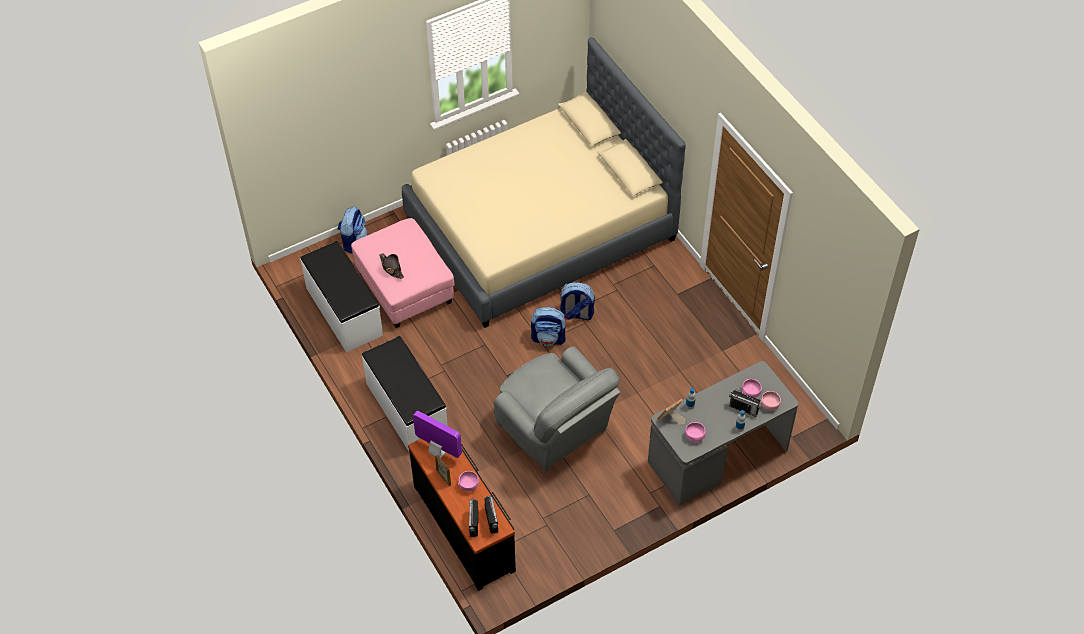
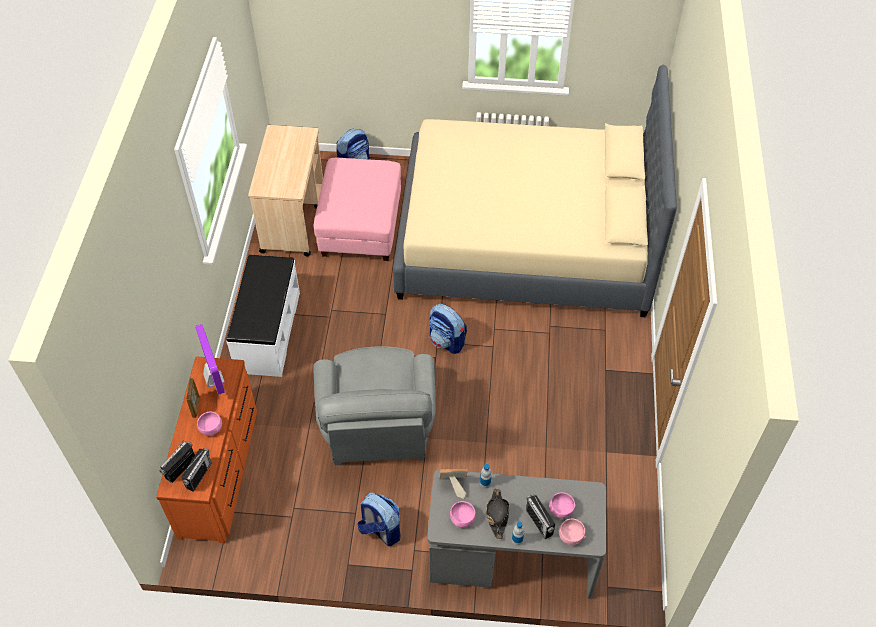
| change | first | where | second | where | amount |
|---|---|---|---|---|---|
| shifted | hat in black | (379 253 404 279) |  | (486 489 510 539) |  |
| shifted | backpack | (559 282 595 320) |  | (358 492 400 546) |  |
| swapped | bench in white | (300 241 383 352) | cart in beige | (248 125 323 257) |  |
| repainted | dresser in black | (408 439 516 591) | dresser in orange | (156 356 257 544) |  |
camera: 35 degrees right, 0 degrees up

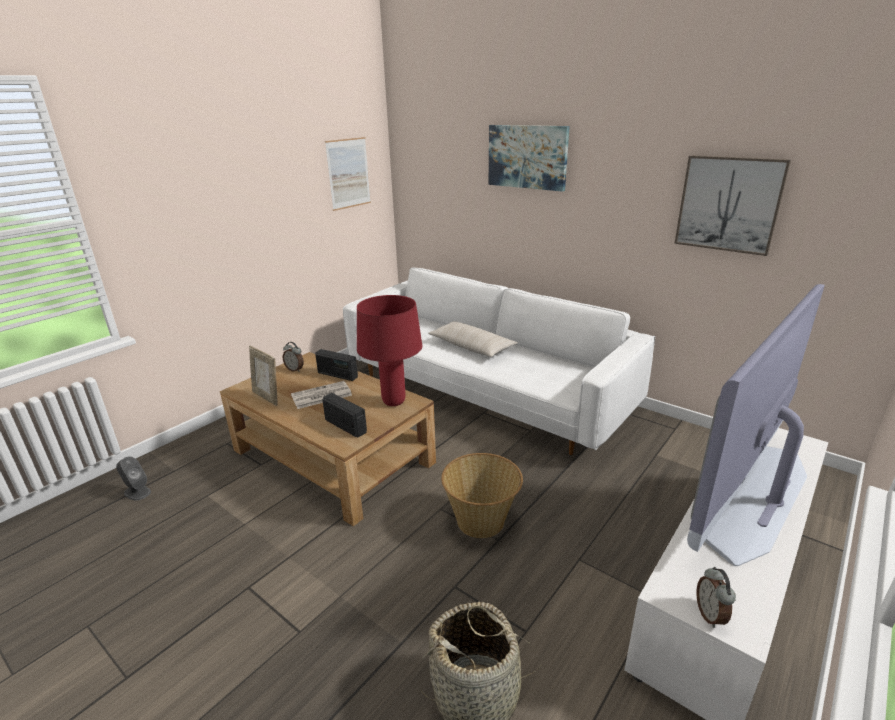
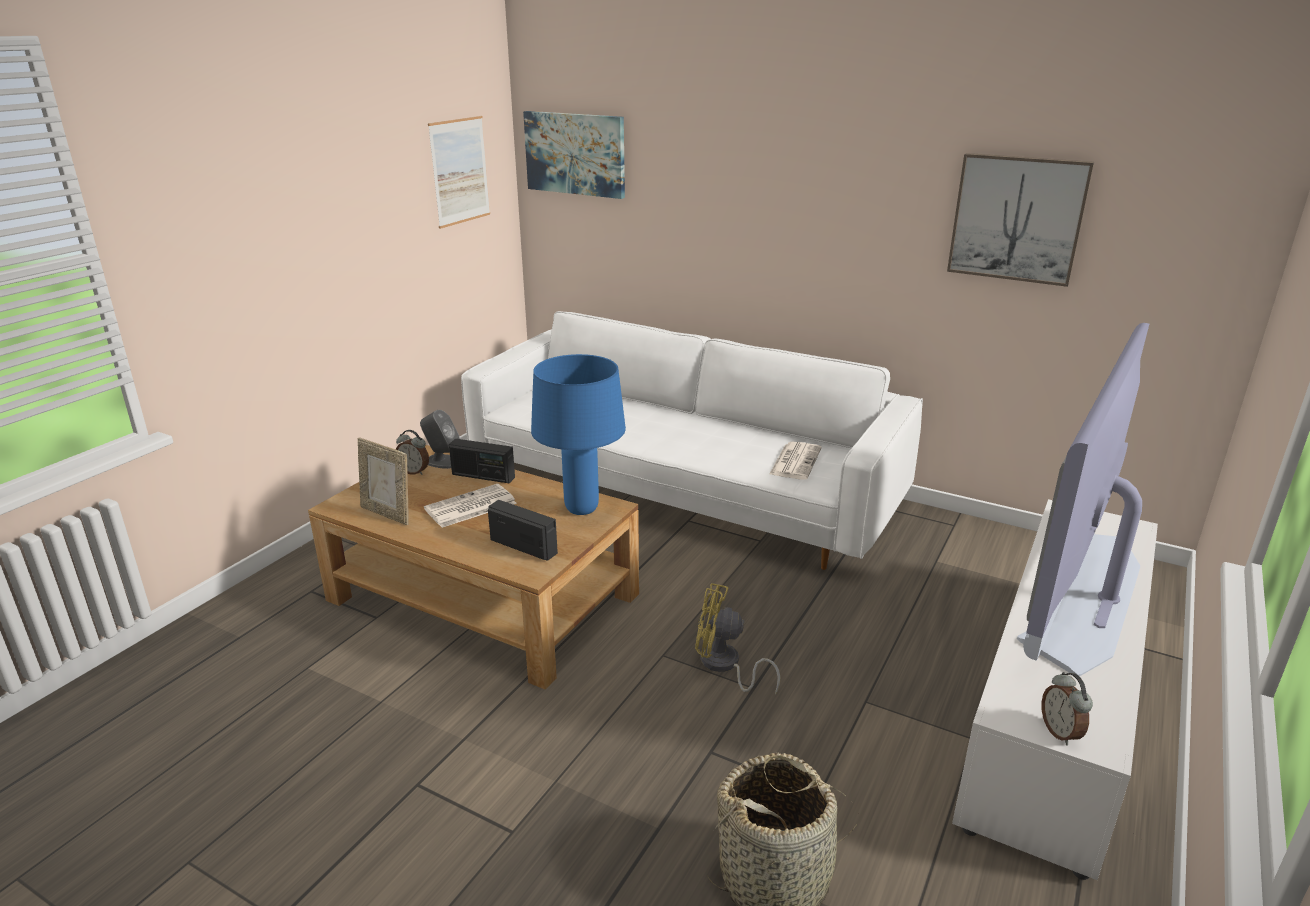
| change | first | where | second | where | amount |
|---|---|---|---|---|---|
| gone | pillow in beige | (428 321 518 357) |  |  |  |
| new |  |  | newspaper | (770 442 822 480) |  |
| shifted | speaker in grey | (116 456 151 501) |  | (420 410 460 469) |  |
| shifted | picture | (489 125 570 192) |  | (523 111 625 199) |  |
| swapped | basket | (441 453 523 538) | fan in yellow | (695 583 780 695) |  |
| repainted | table lamp in red | (357 295 422 406) | table lamp in blue | (531 354 626 515) |  |
camera: 10 degrees left, 0 degrees up

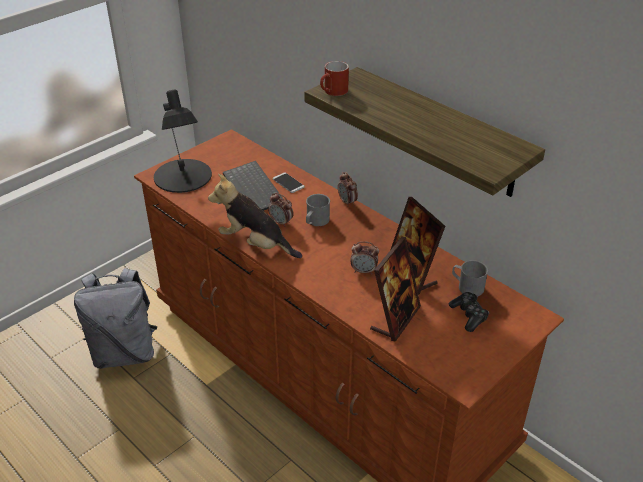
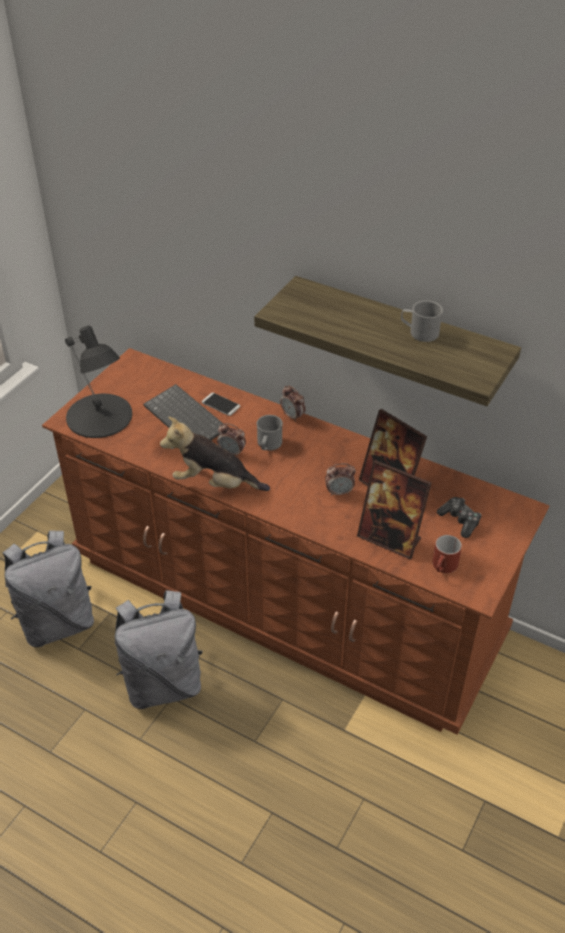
| change | first | where | second | where | amount |
|---|---|---|---|---|---|
| new |  |  | backpack in grey | (115 590 203 709) |  |
| shifted | mug in red | (320 61 349 96) |  | (432 535 462 573) |  |
| shifted | mug in grey | (452 260 488 296) |  | (401 300 443 342) |  |
| rotated | picture frame | (370 237 421 342) |  | (357 460 431 560) | 105 degrees clockwise |
camera: 15 degrees left, 5 degrees up

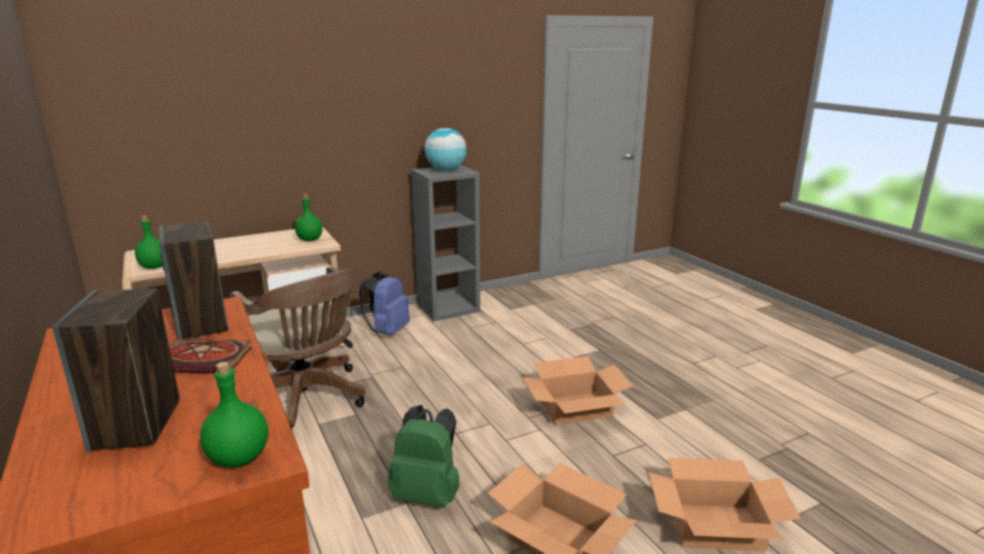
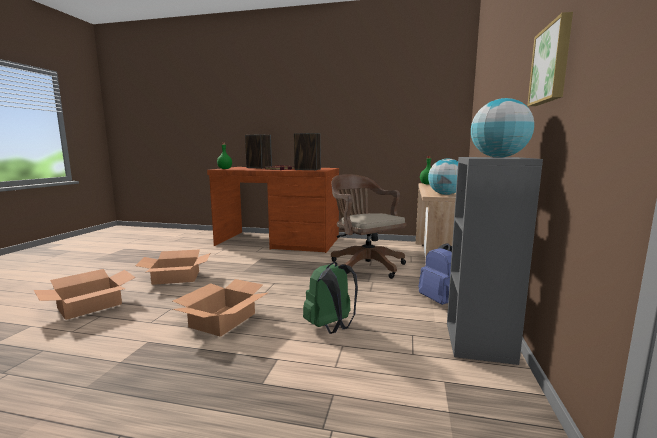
| change | first | where | second | where | amount |
|---|---|---|---|---|---|
| new |  |  | picture | (527 12 573 106) |  |
| shifted | backpack in green | (387 405 459 508) |  | (303 262 358 334) |  |
| swapped | bottle in green | (295 194 322 241) | globe | (428 158 458 195) |  |
| rotated | office chair in brown | (230 266 366 429) |  | (331 174 407 279) | 60 degrees clockwise |
camera: 130 degrees right, 10 degrees down

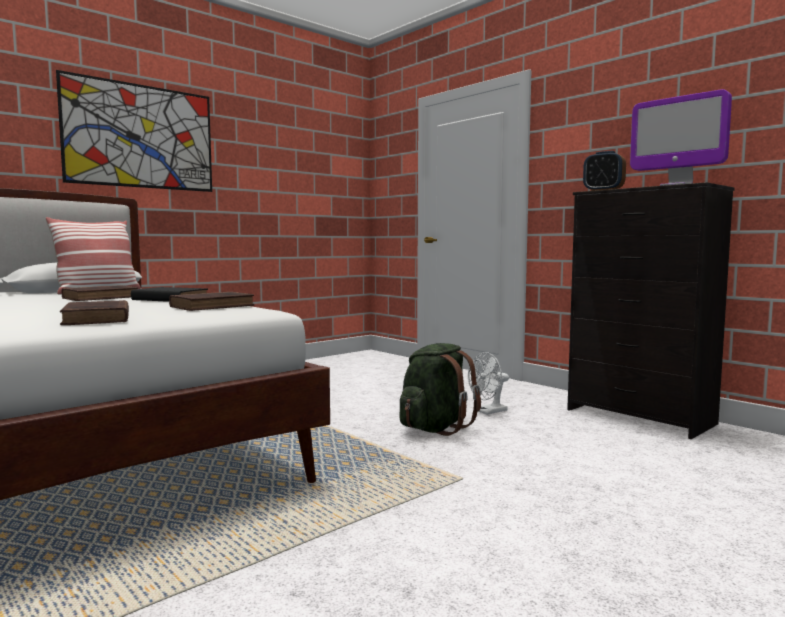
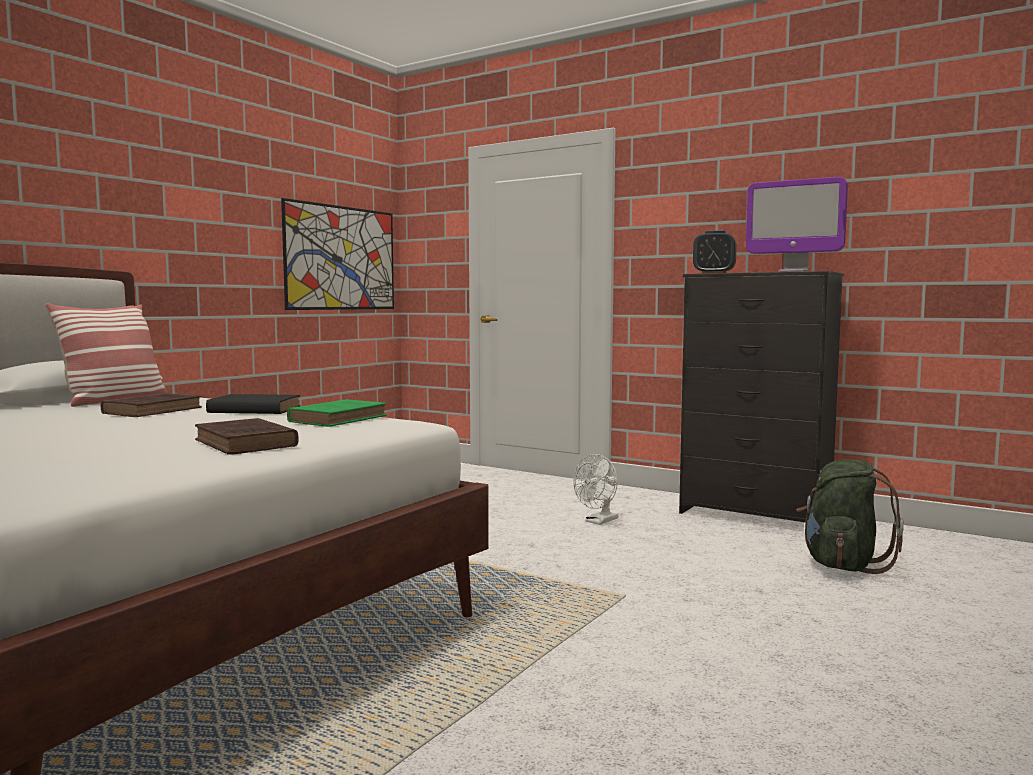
| change | first | where | second | where | amount |
|---|---|---|---|---|---|
| shifted | picture | (56 70 212 192) |  | (281 198 394 310) |  |
| shifted | backpack in green | (399 343 481 436) |  | (796 459 904 574) |  |
| repainted | book in brown | (169 292 254 311) | book in green | (287 399 387 427) |  |
camera: 15 degrees left, 0 degrees up

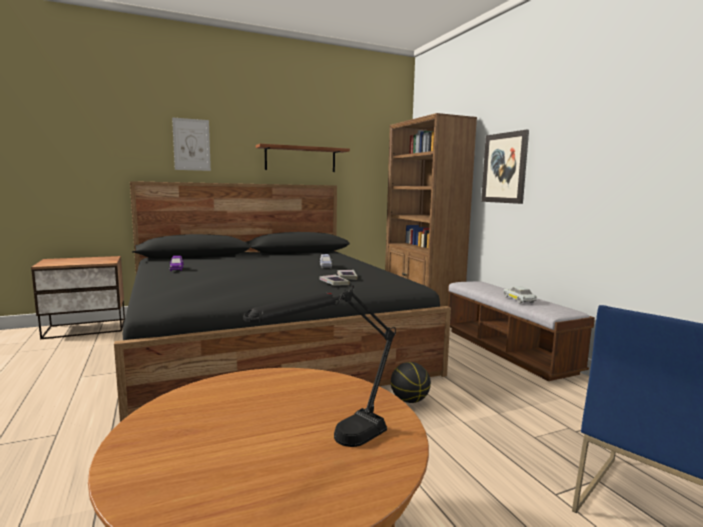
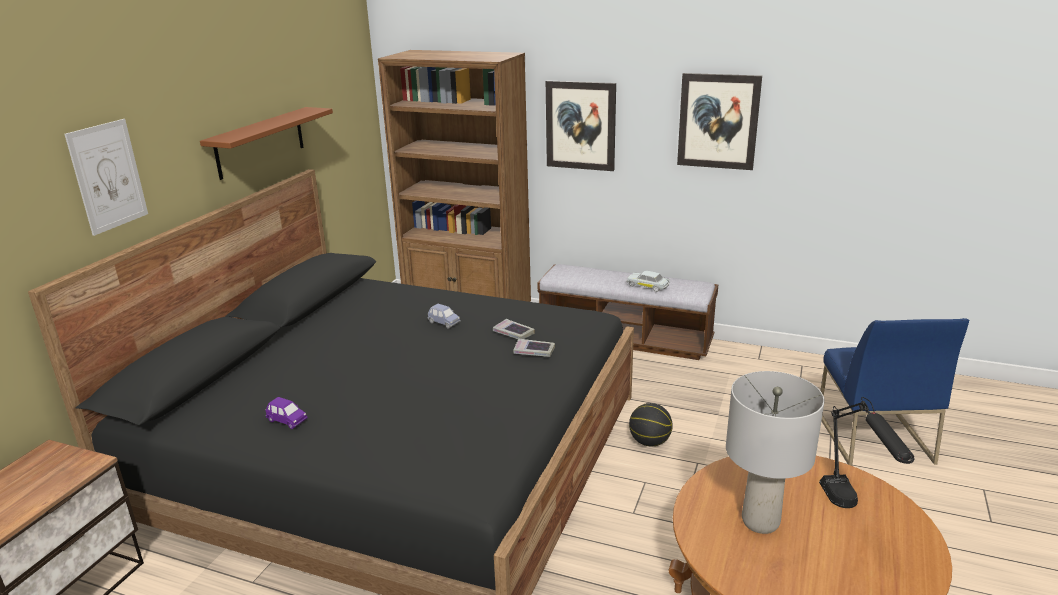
| change | first | where | second | where | amount |
|---|---|---|---|---|---|
| new |  |  | picture | (677 73 762 170) |  |
| new |  |  | table lamp in grey | (726 371 825 534) |  |
camera: 45 degrees left, 15 degrees up

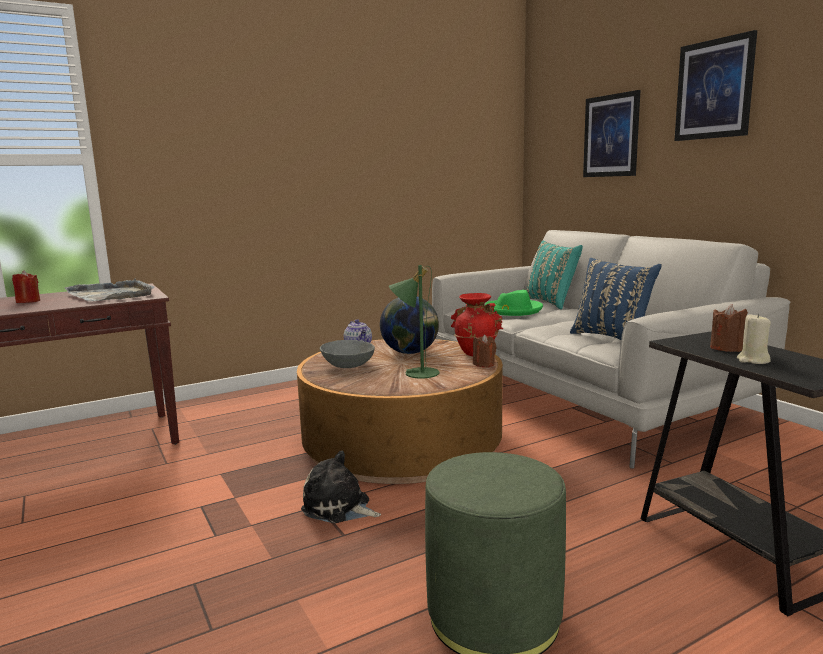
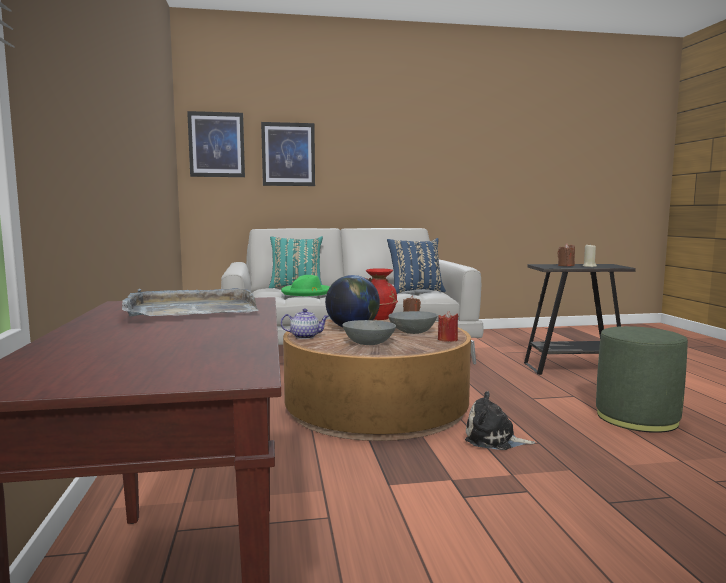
| change | first | where | second | where | amount |
|---|---|---|---|---|---|
| shifted | candle in red | (12 270 40 303) |  | (438 311 458 342) |  |
| shifted | picture | (674 30 757 141) |  | (187 111 245 177) |  |
| swapped | table lamp in green | (389 265 440 379) | bowl in grey | (389 311 438 334) |  |
| rotated | plush toy | (301 451 381 523) |  | (465 391 535 450) | 60 degrees clockwise |
camera: 70 degrees left, 5 degrees down

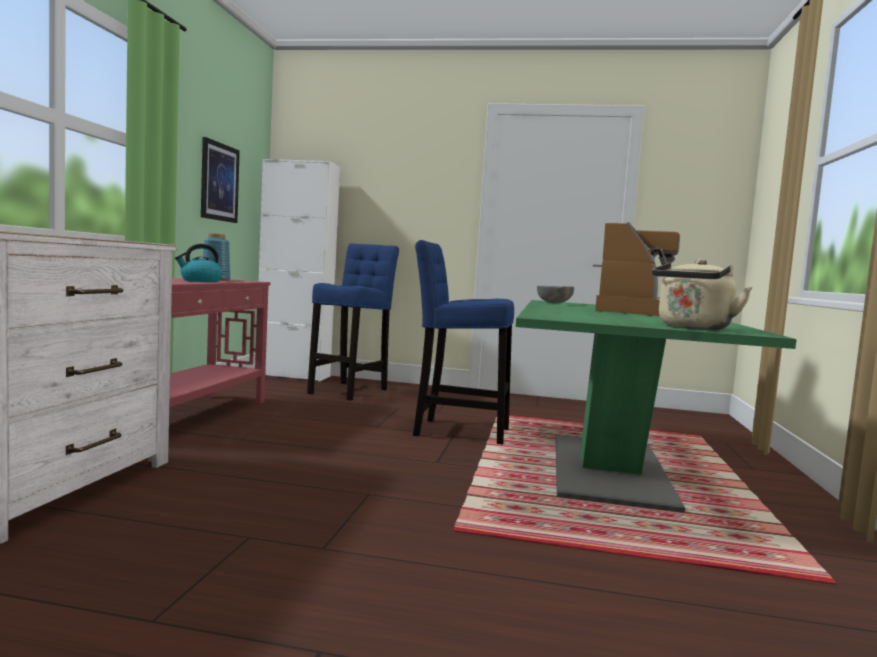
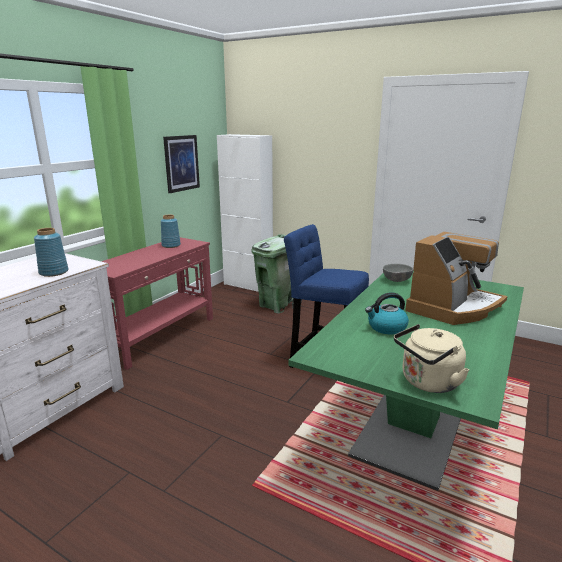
| change | first | where | second | where | amount |
|---|---|---|---|---|---|
| new |  |  | vase in blue | (34 228 69 277) |  |
| shifted | kettle | (175 244 223 282) |  | (365 292 409 335) |  |
| swapped | stool in blue | (307 244 399 401) | trash can in green | (252 234 302 314) |  |
camera: 20 degrees right, 15 degrees up

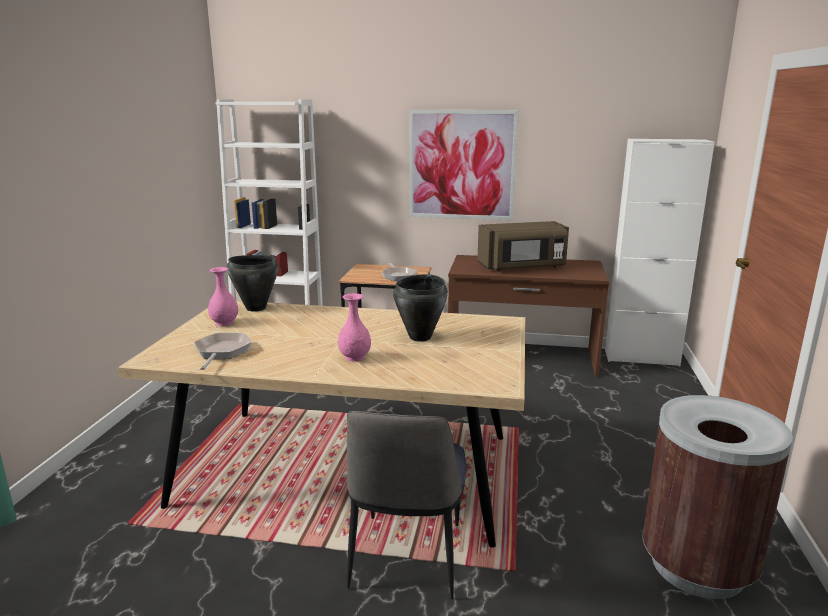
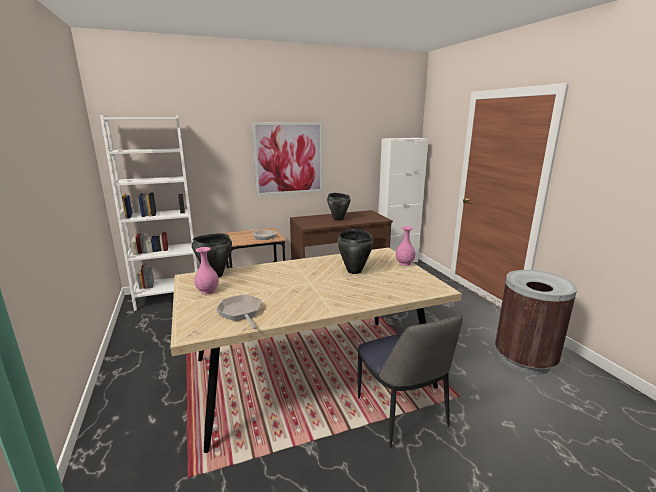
| change | first | where | second | where | amount |
|---|---|---|---|---|---|
| shifted | vase in pink | (338 293 371 362) |  | (396 226 415 266) |  |
| swapped | microwave in brown | (477 221 569 271) | cooking pot in black | (327 193 351 221) |  |
camera: 30 degrees left, 0 degrees up

